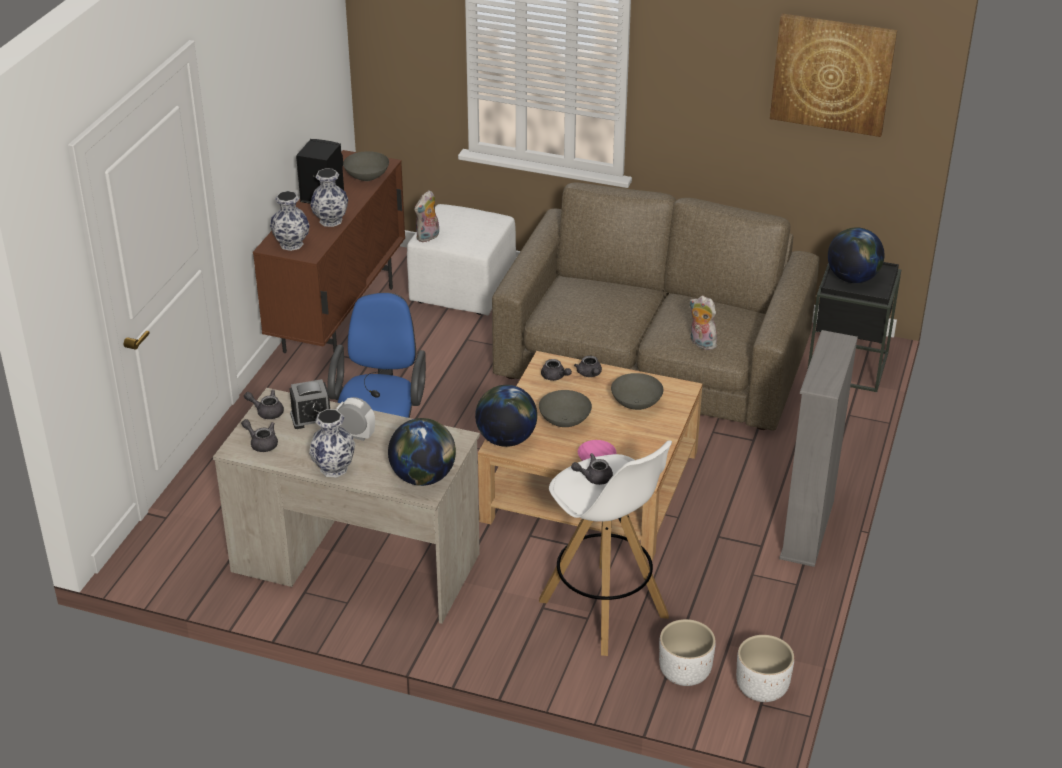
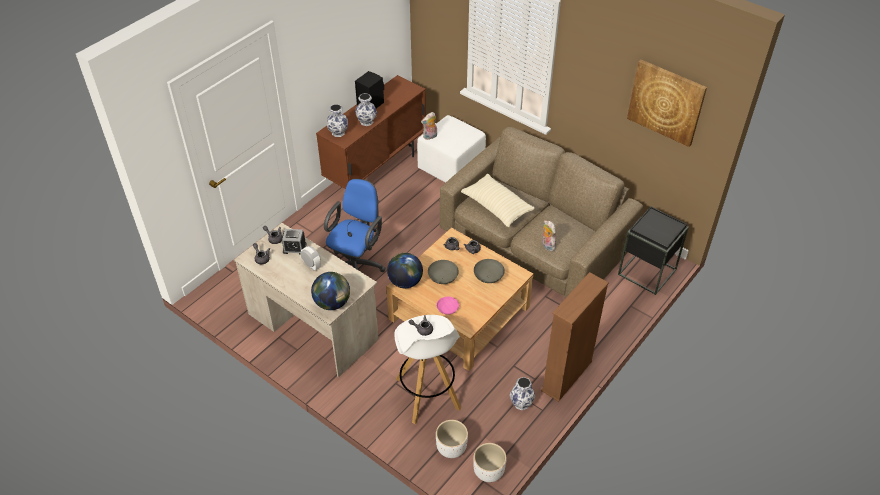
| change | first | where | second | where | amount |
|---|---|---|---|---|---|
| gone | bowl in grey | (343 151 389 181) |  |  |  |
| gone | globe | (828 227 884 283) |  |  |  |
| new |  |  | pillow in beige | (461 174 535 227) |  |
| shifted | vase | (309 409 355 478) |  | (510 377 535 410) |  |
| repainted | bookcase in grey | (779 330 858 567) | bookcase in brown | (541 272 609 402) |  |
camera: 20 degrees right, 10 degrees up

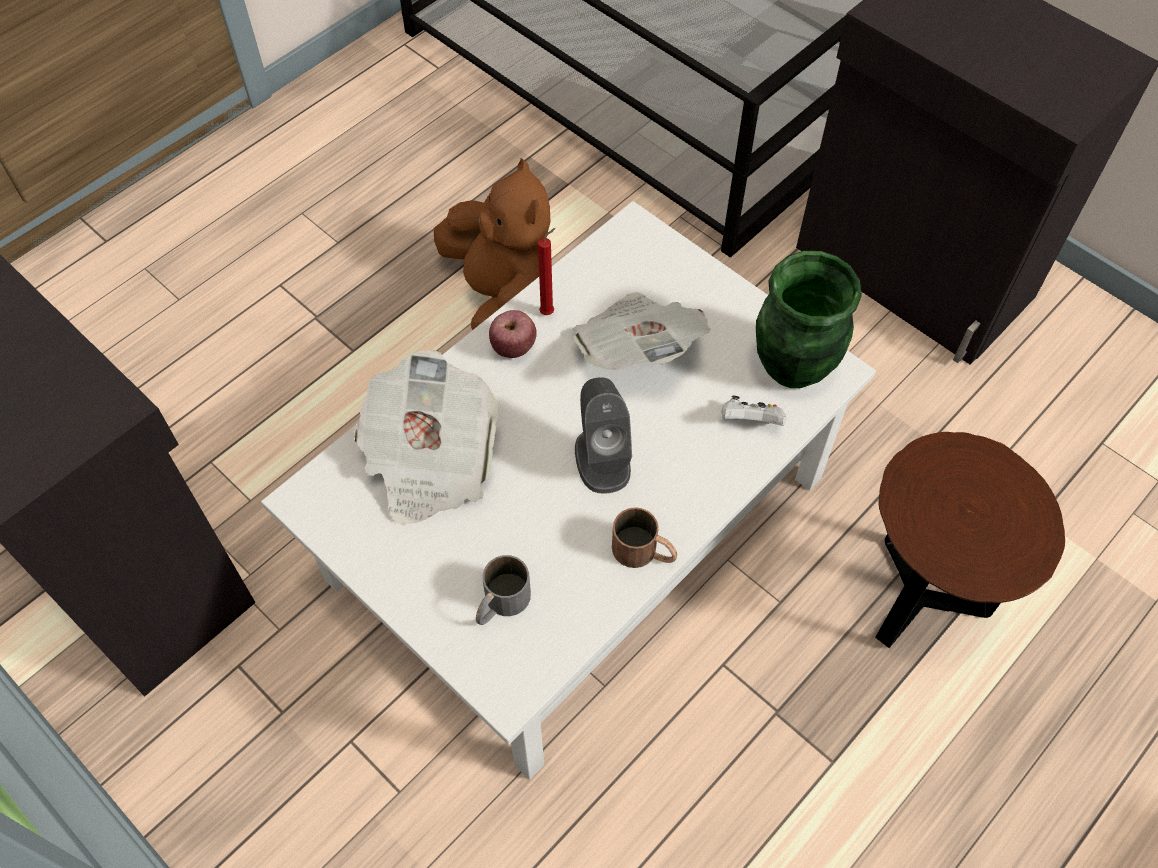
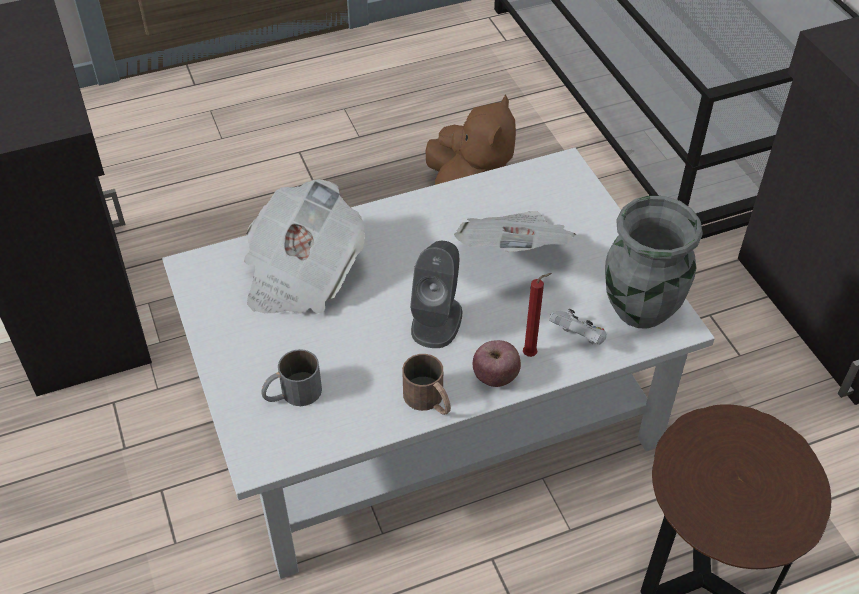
| change | first | where | second | where | amount |
|---|---|---|---|---|---|
| shifted | apple | (489 310 537 358) |  | (473 340 521 387) |  |
| shifted | candle in red | (538 228 556 315) |  | (523 273 552 357) |  |
| repainted | vase in green | (756 251 862 388) | vase in grey | (605 195 703 329) |  |
camera: 25 degrees right, 10 degrees down

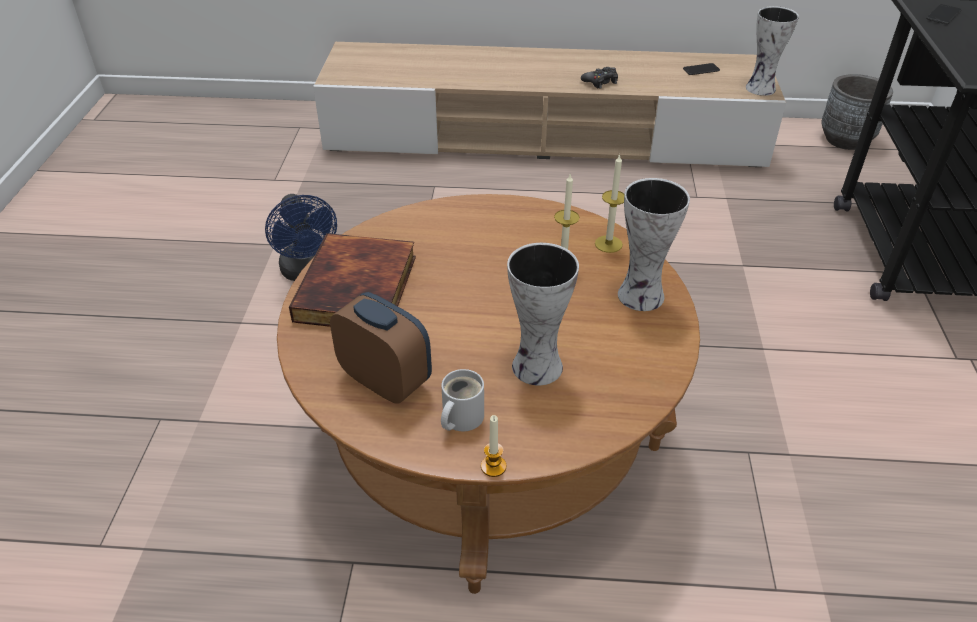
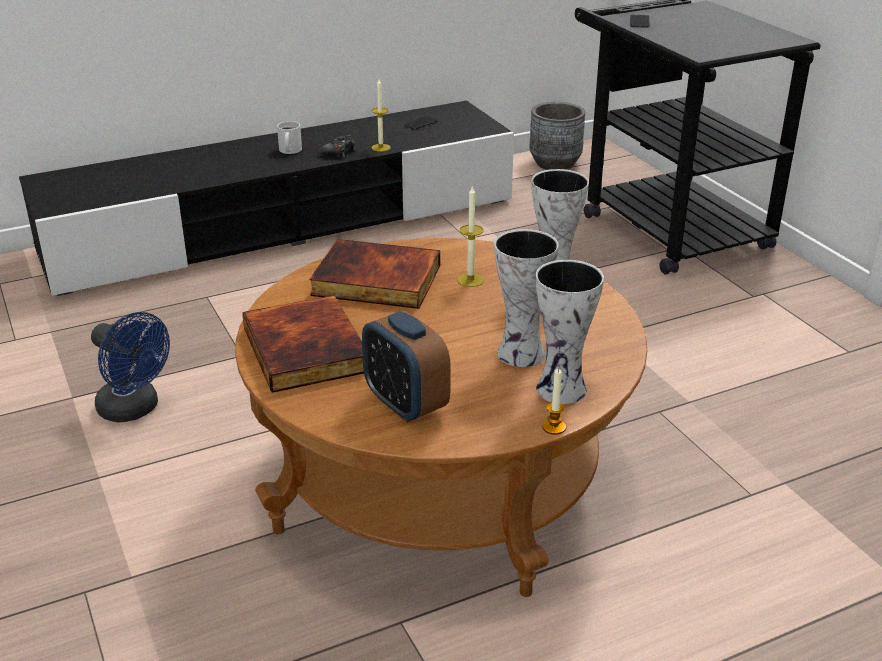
| change | first | where | second | where | amount |
|---|---|---|---|---|---|
| new |  |  | book | (309 239 440 309) |  |
| shifted | mug in white | (441 369 484 431) |  | (277 121 302 154) |  |
| shifted | candle | (595 154 624 253) |  | (371 79 391 152) |  |
| shifted | vase | (746 6 799 96) |  | (536 260 604 404) |  |
| repainted | tv stand in beige | (313 42 786 167) | tv stand in black | (19 101 514 296) |  |
| rotated | alarm clock | (330 292 432 404) |  | (362 310 451 423) | 135 degrees counterclockwise |
camera: 30 degrees left, 10 degrees down

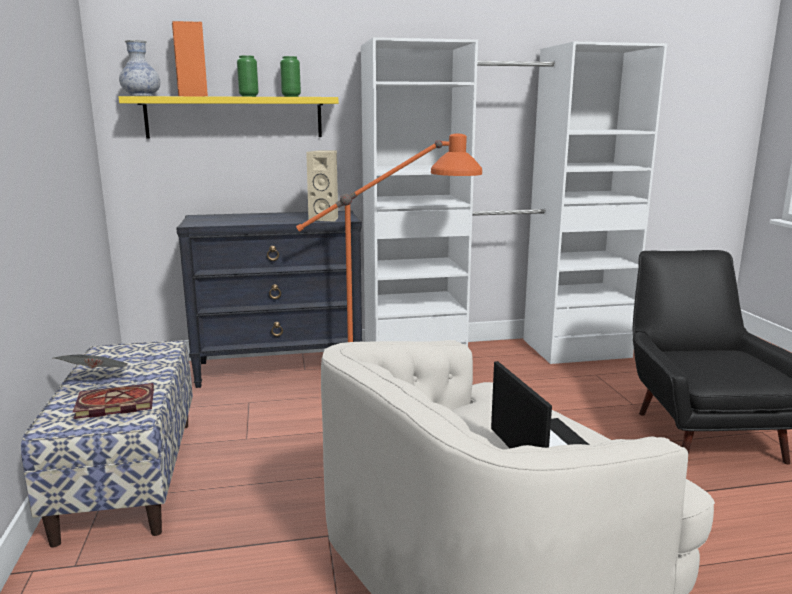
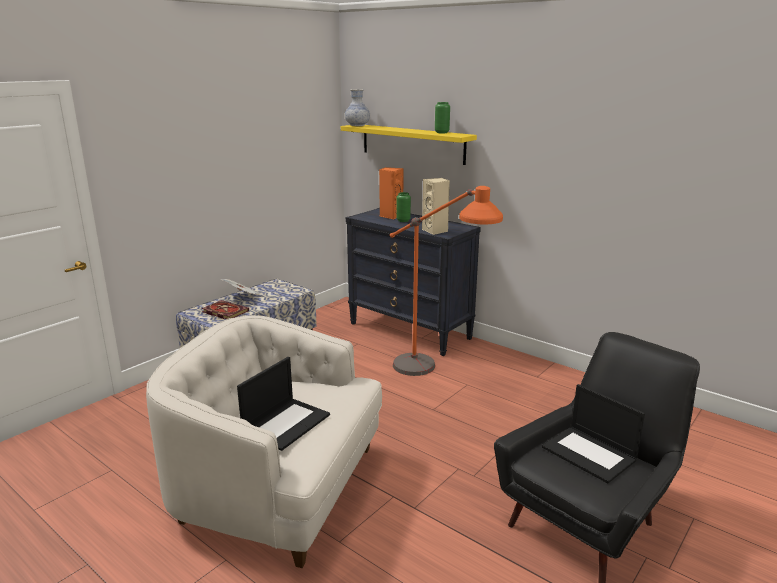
| change | first | where | second | where | amount |
|---|---|---|---|---|---|
| gone | wardrobe in white | (361 37 667 364) |  |  |  |
| new |  |  | laptop | (542 384 645 483) |  |
| shifted | speaker in orange | (172 21 208 96) |  | (379 167 404 219) |  |
| shifted | vase in green | (237 55 259 97) |  | (396 192 411 222) |  |
camera: 50 degrees right, 5 degrees up

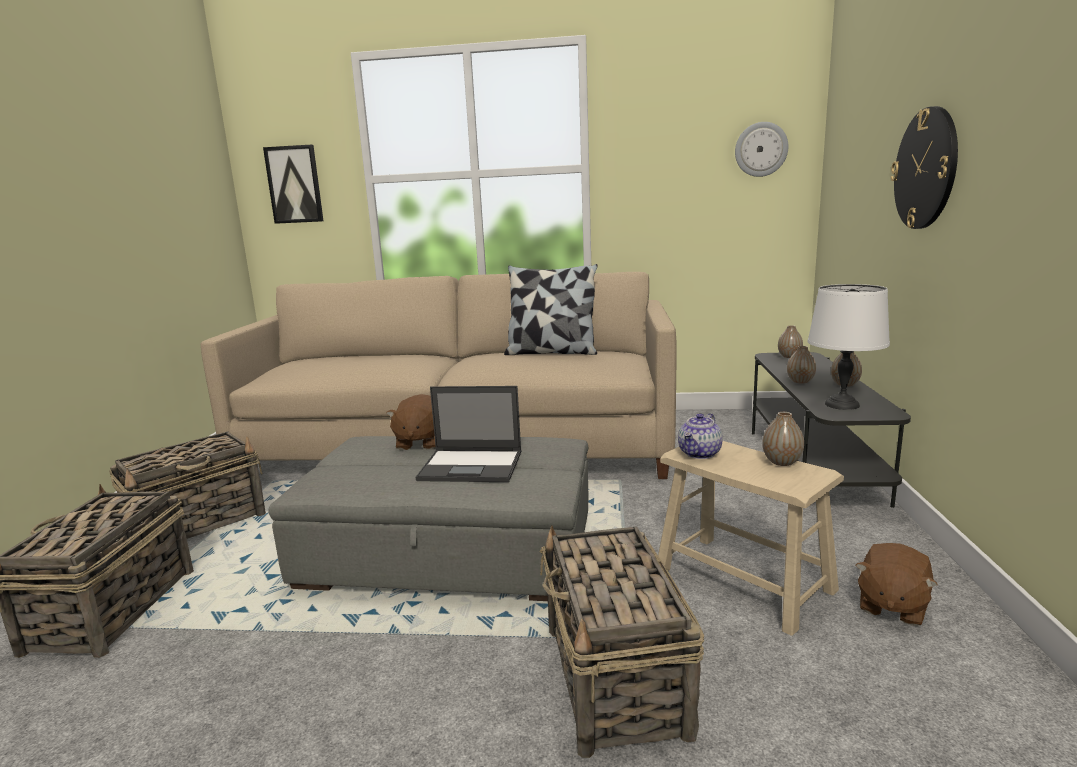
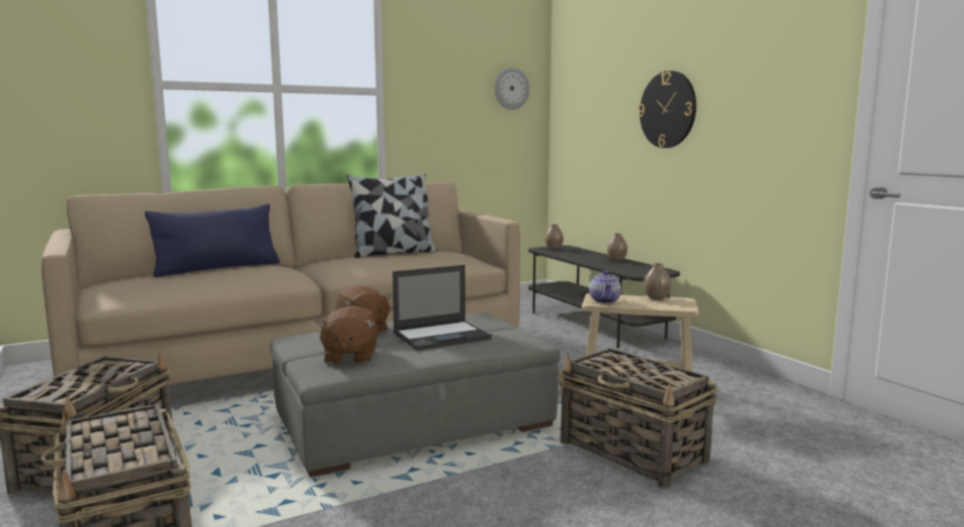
| change | first | where | second | where | amount |
|---|---|---|---|---|---|
| gone | picture | (263 145 324 224) |  |  |  |
| gone | vase | (787 346 816 384) |  |  |  |
| gone | table lamp in white | (807 284 890 410) |  |  |  |
| new |  |  | pillow in blue | (145 204 280 277) |  |
| shifted | plush toy in brown | (856 543 938 626) |  | (316 306 378 364) |  |
camera: 35 degrees left, 5 degrees down

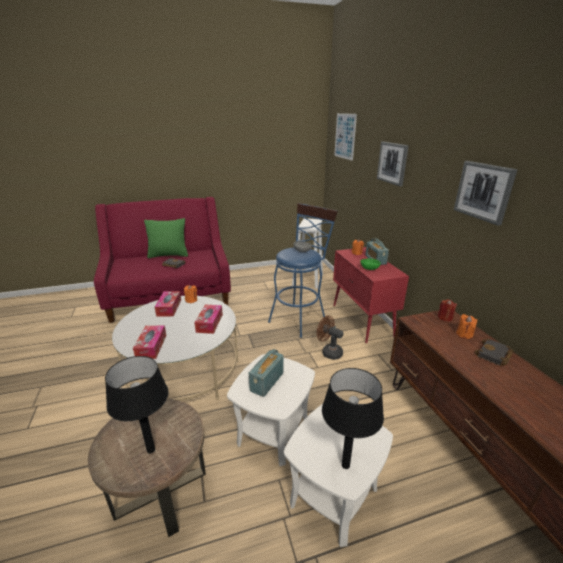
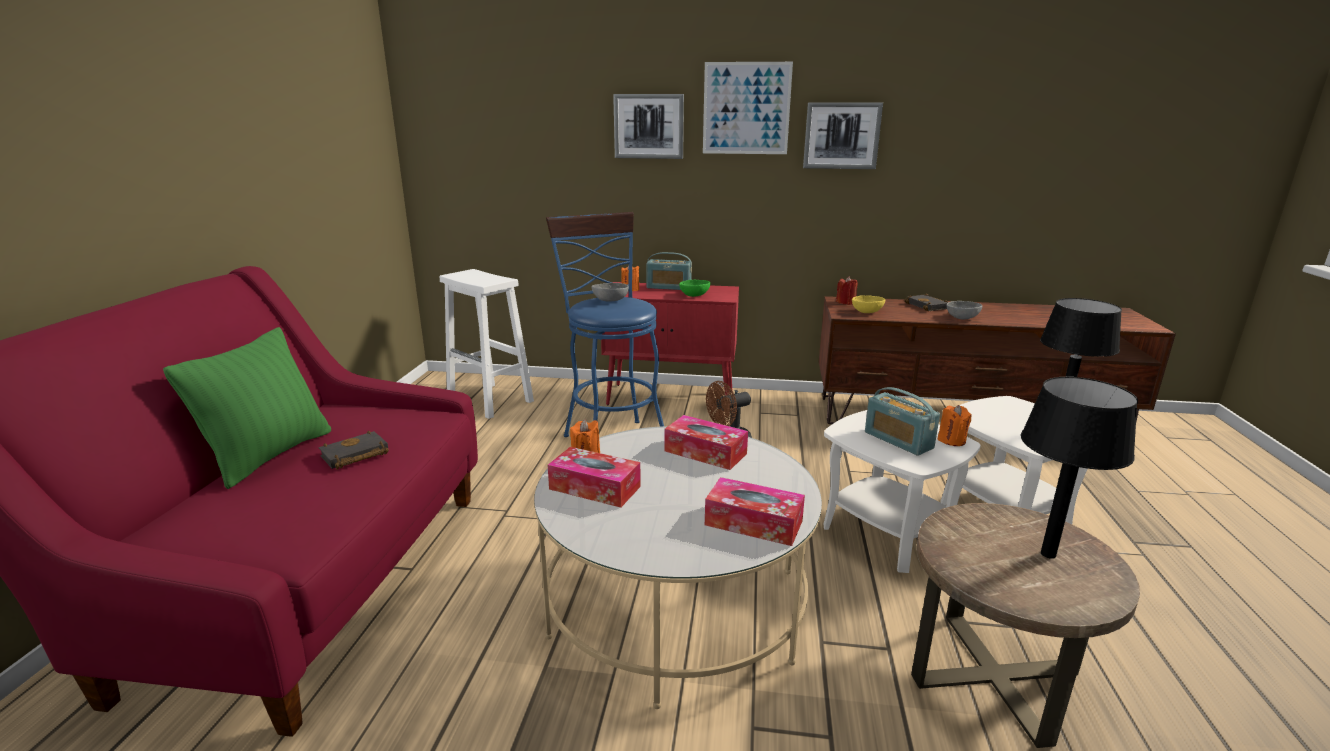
| change | first | where | second | where | amount |
|---|---|---|---|---|---|
| new |  |  | bowl in yellow | (852 295 885 313) |  |
| new |  |  | bowl in grey | (947 301 982 319) |  |
| shifted | picture | (334 113 357 161) |  | (703 62 793 154) |  |
| shifted | candle in orange | (456 314 477 339) |  | (937 405 971 446) |  |
camera: 65 degrees left, 5 degrees down

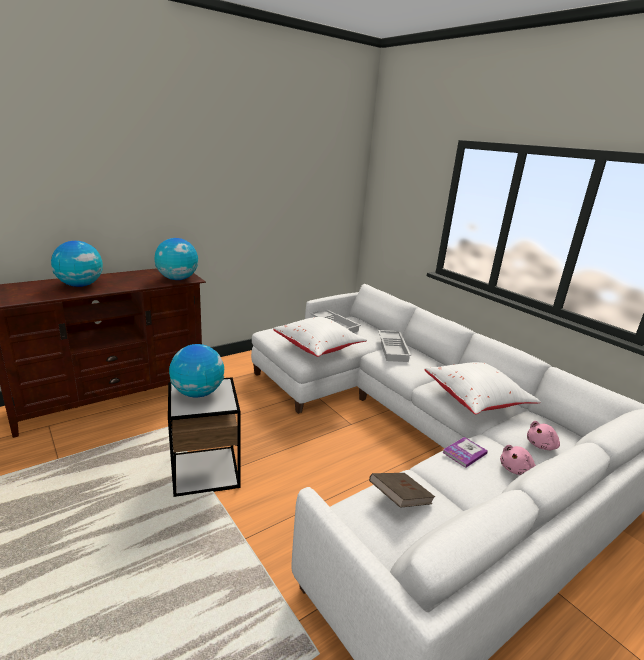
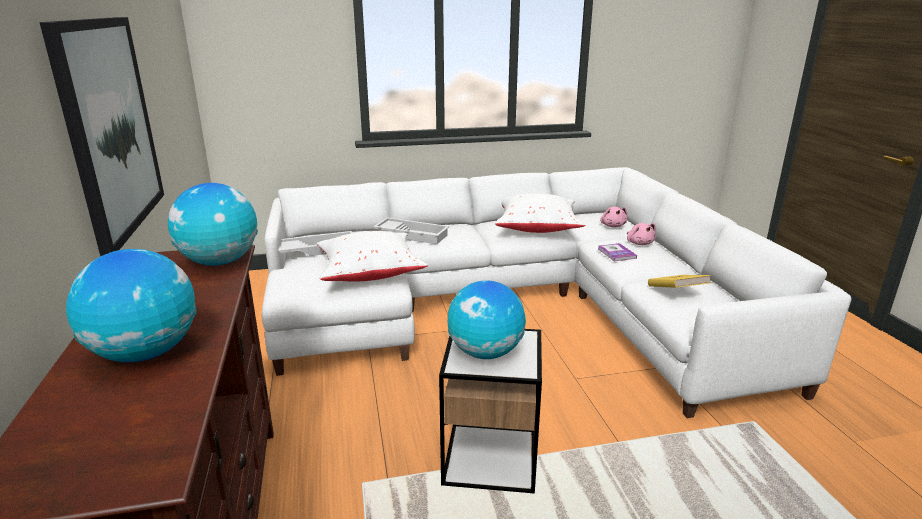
| change | first | where | second | where | amount |
|---|---|---|---|---|---|
| new |  |  | picture | (39 17 164 257) |  |
| repainted | book in brown | (369 473 435 508) | book in yellow | (648 275 711 288) |  |
camera: 65 degrees left, 0 degrees up

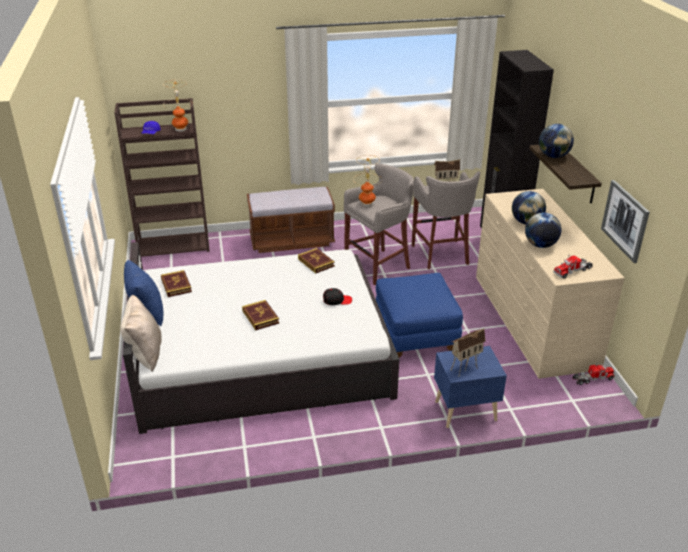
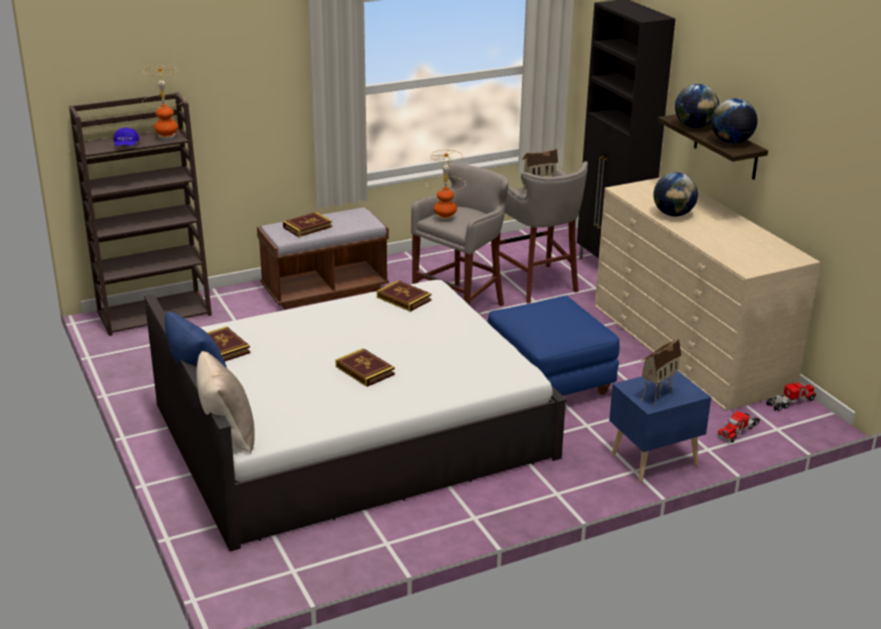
| change | first | where | second | where | amount |
|---|---|---|---|---|---|
| gone | cap in black | (323 288 352 305) |  |  |  |
| gone | picture | (601 180 650 263) |  |  |  |
| new |  |  | book | (283 212 332 237) |  |
| shifted | globe | (525 213 561 248) |  | (711 98 758 144) |  |
| shifted | toy truck | (553 255 593 279) |  | (717 411 760 443) |  |
camera: 15 degrees left, 5 degrees down

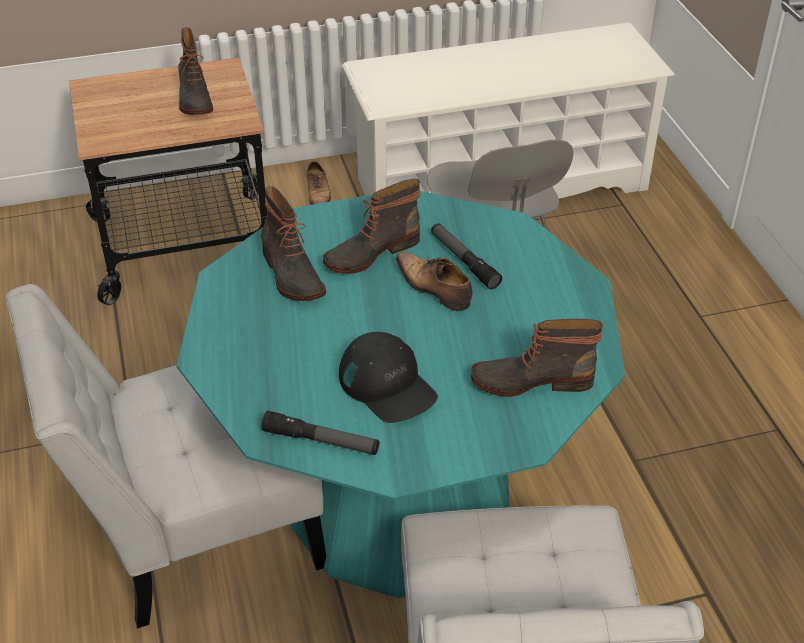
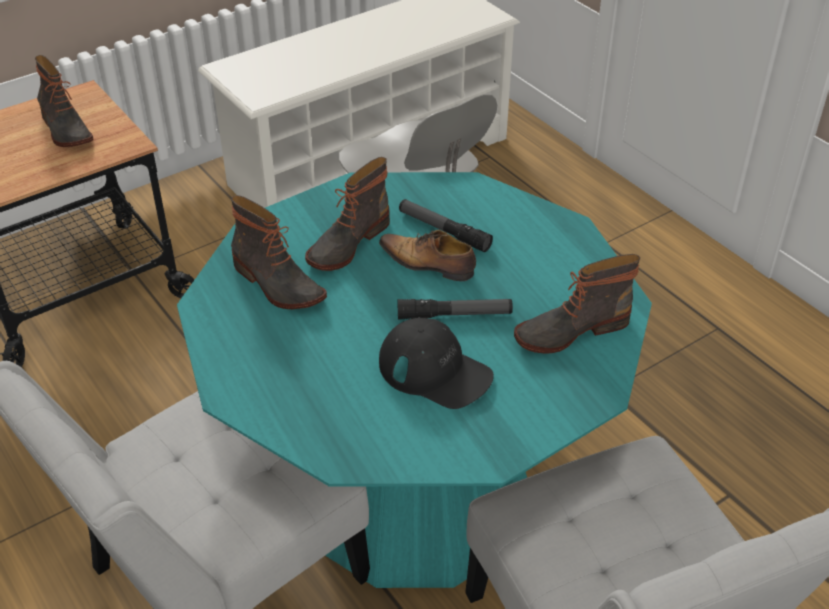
| change | first | where | second | where | amount |
|---|---|---|---|---|---|
| gone | shoe | (306 161 331 205) |  |  |  |
| shifted | flashlight | (261 411 380 455) |  | (397 299 513 319) |  |
camera: 20 degrees left, 0 degrees up

